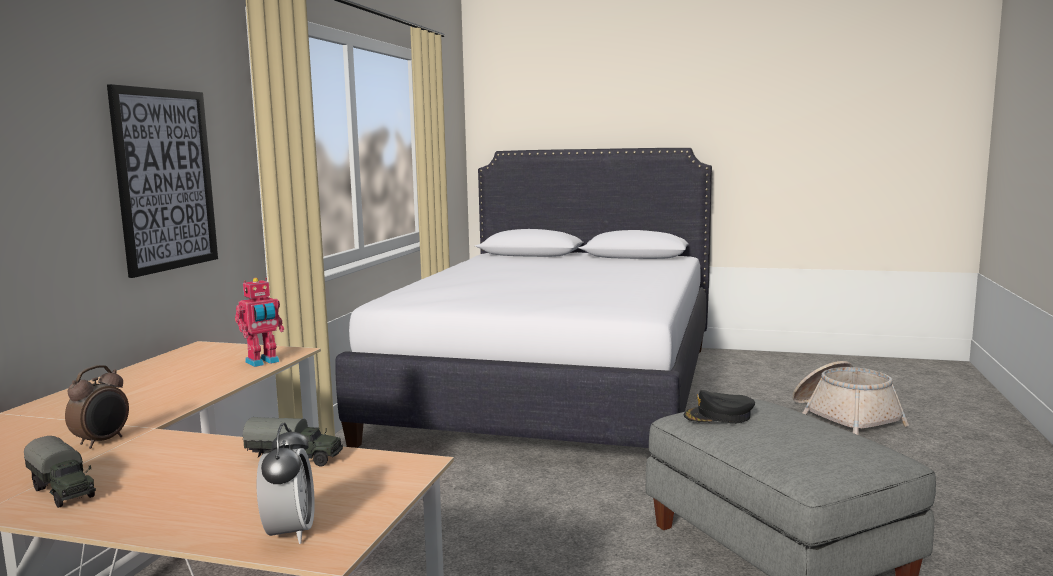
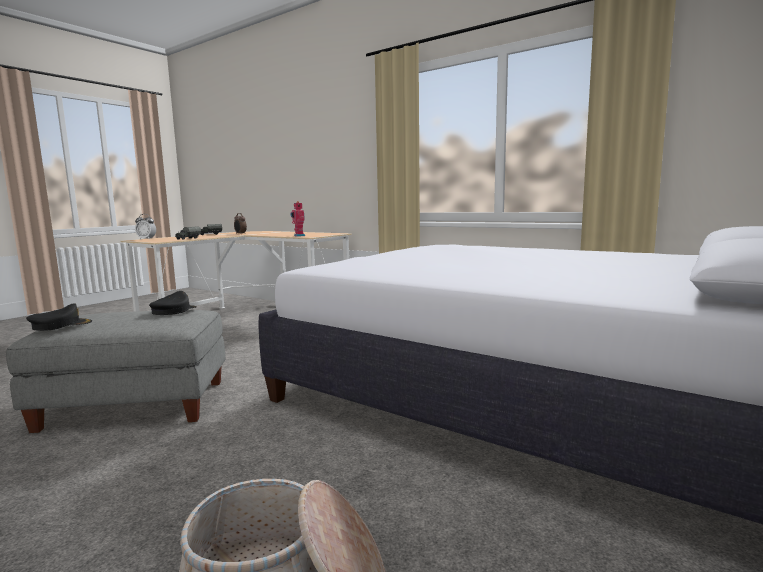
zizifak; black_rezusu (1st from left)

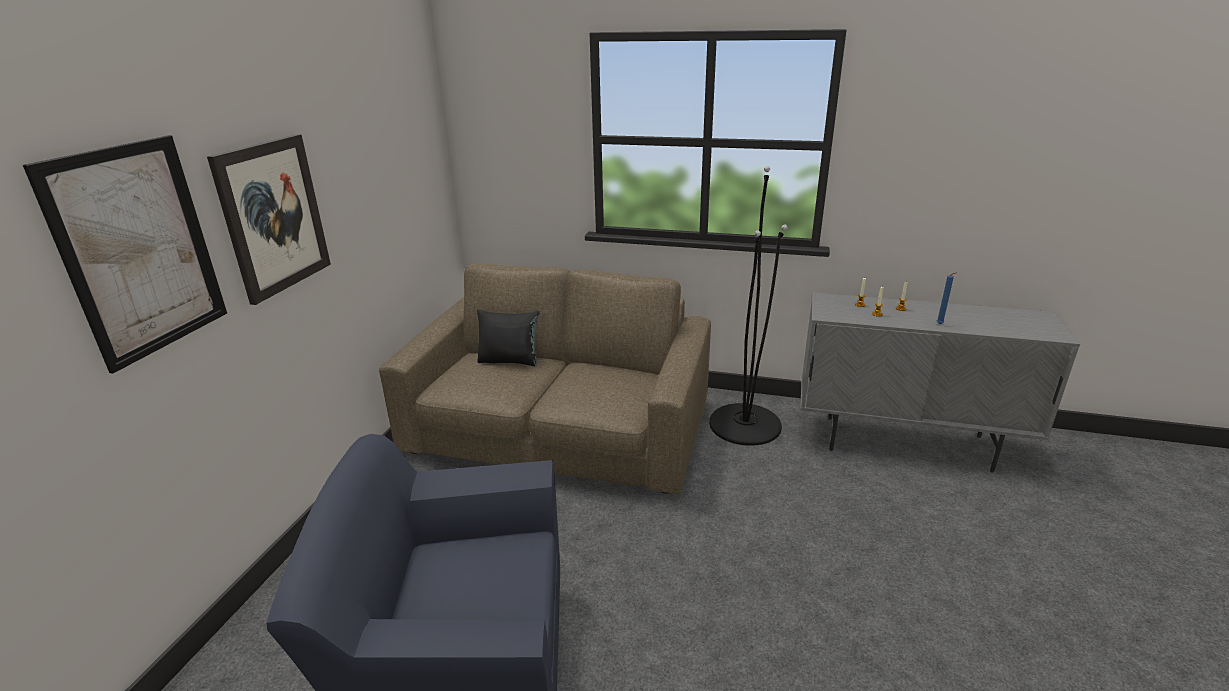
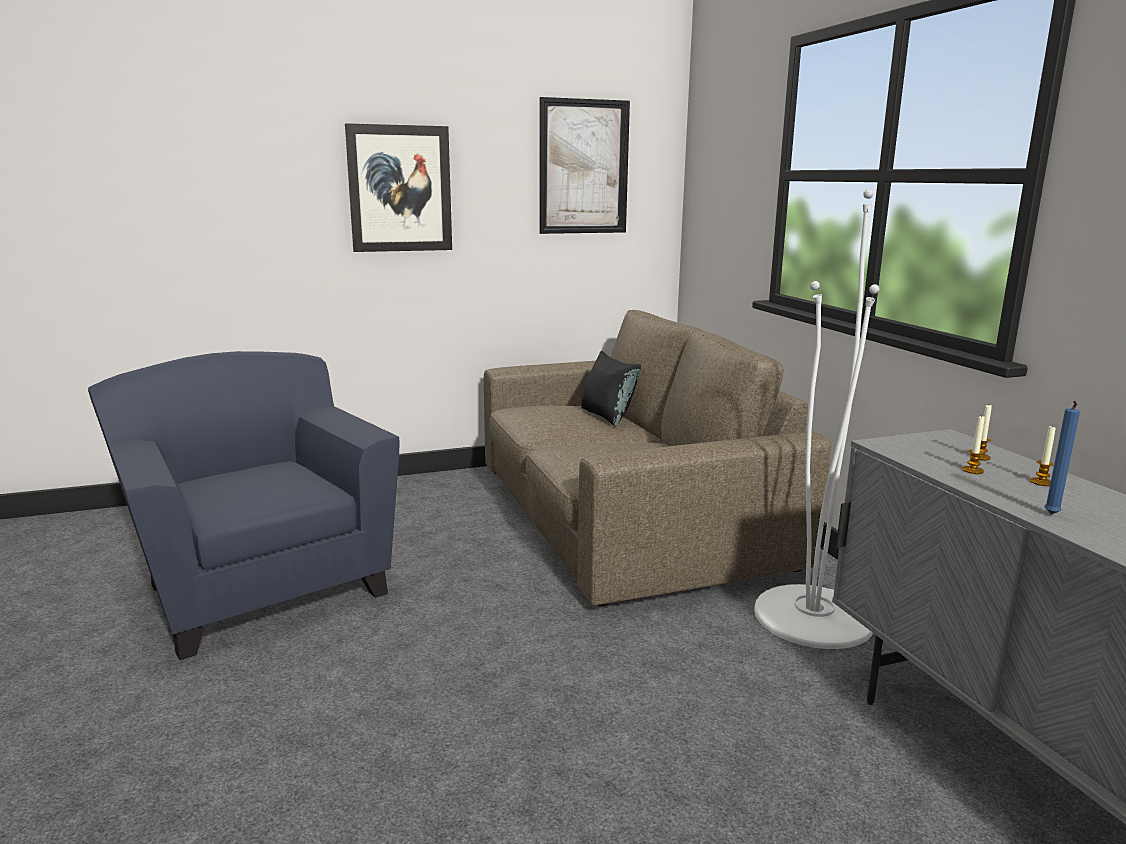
zizifak (2nd from left); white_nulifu

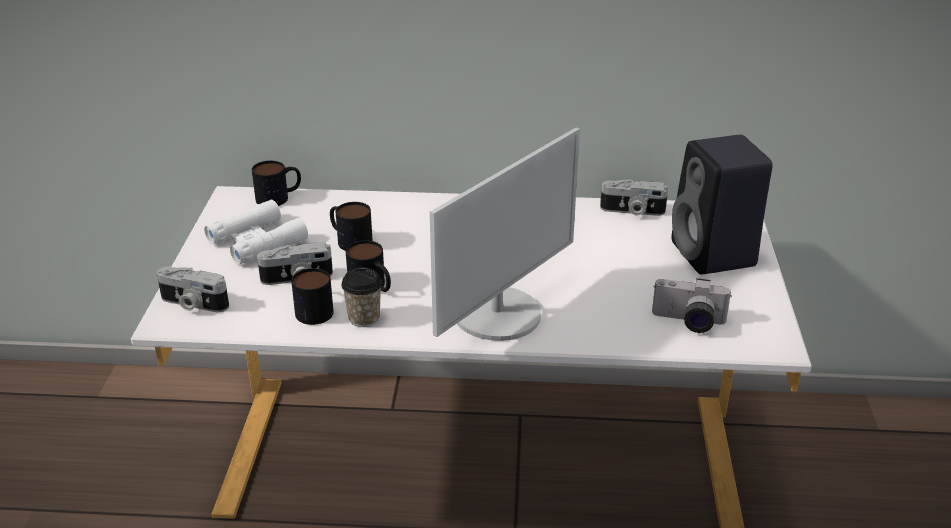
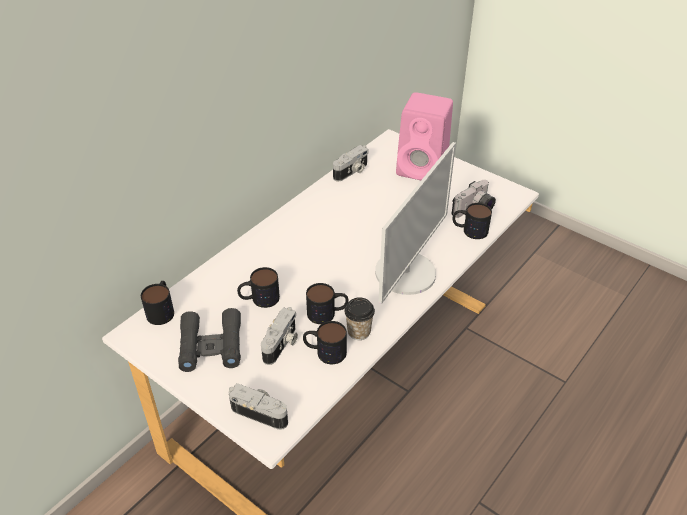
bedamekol (1st from left); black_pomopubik; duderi; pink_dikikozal; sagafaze (5th from left)

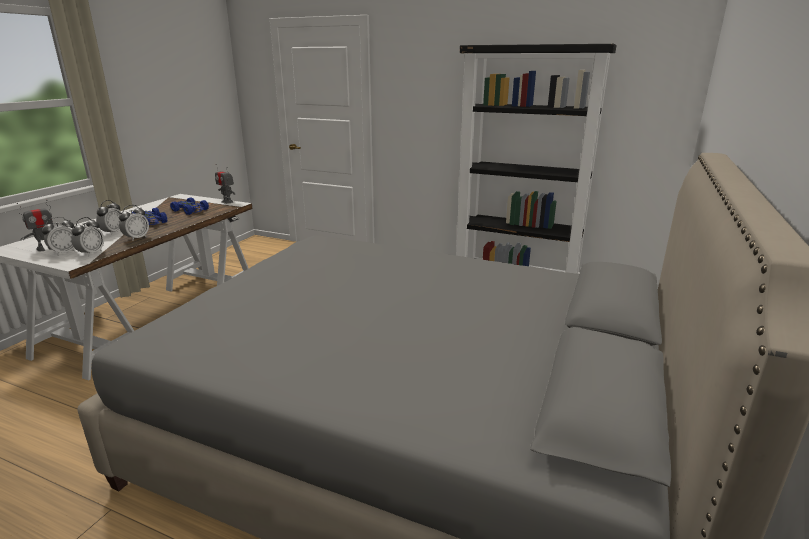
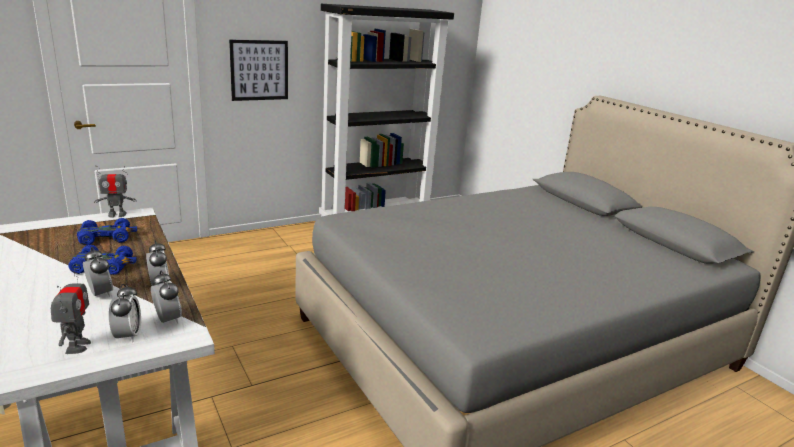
zizifak

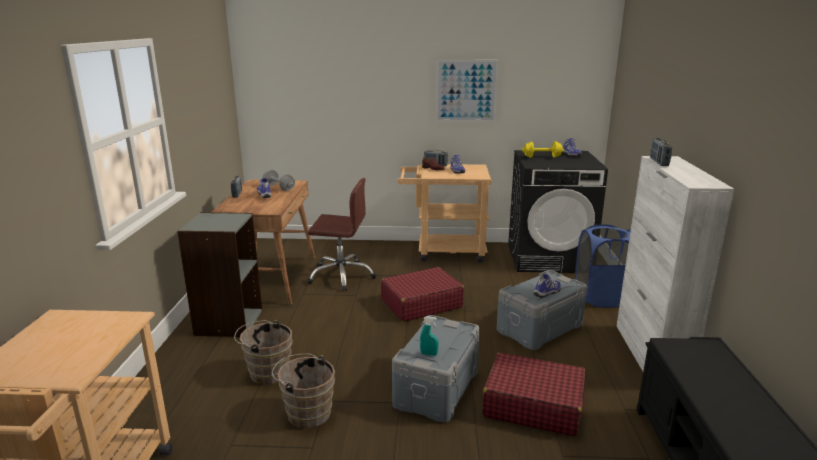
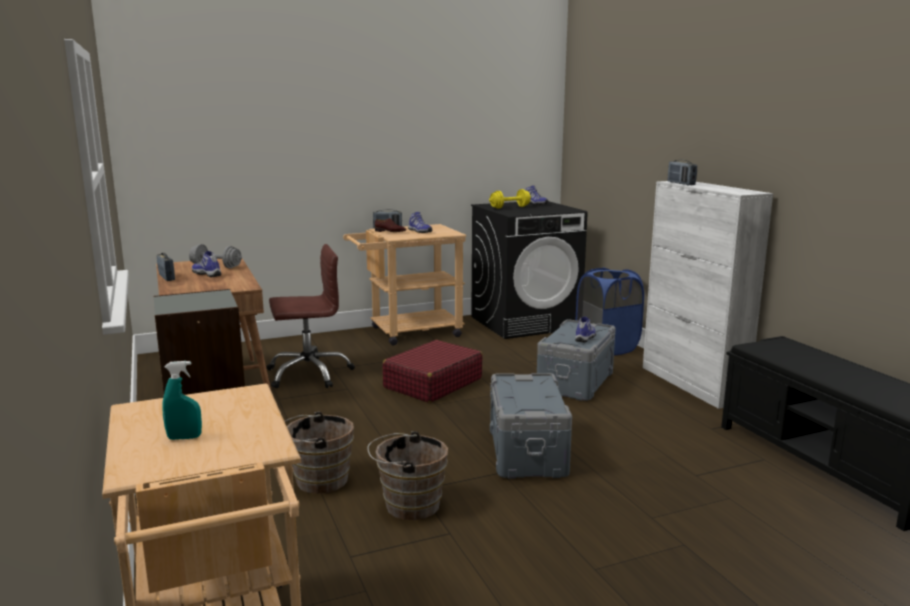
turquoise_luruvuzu; zizifak; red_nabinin (2nd from left in the first image)

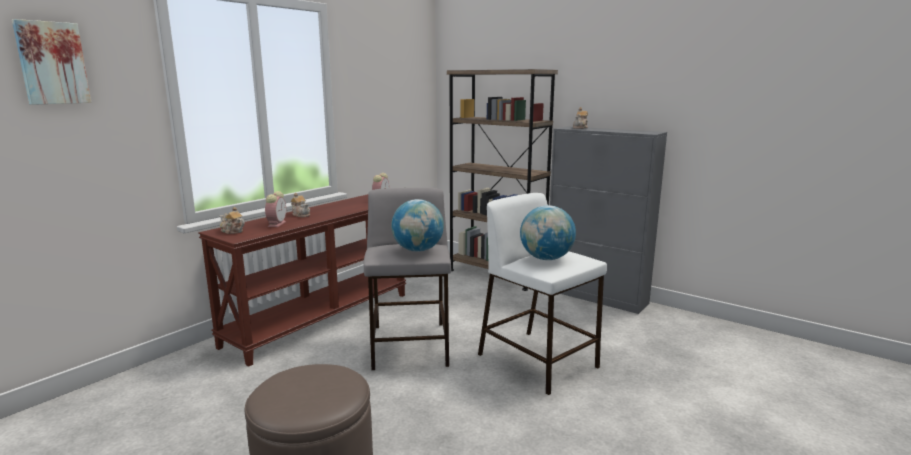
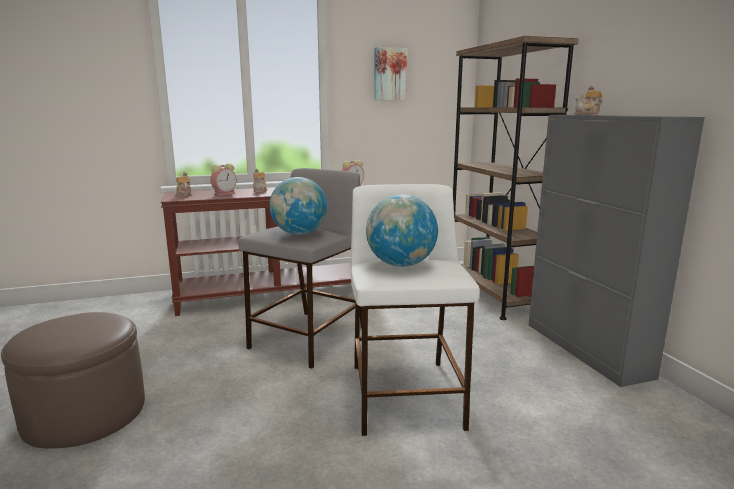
zizifak

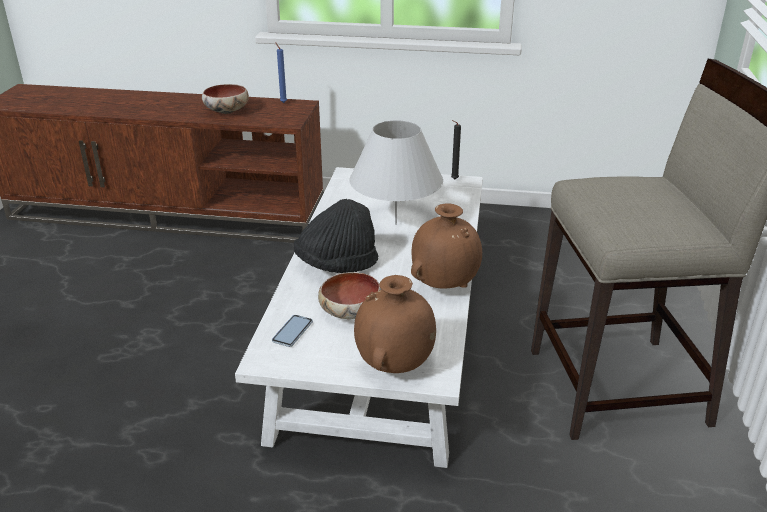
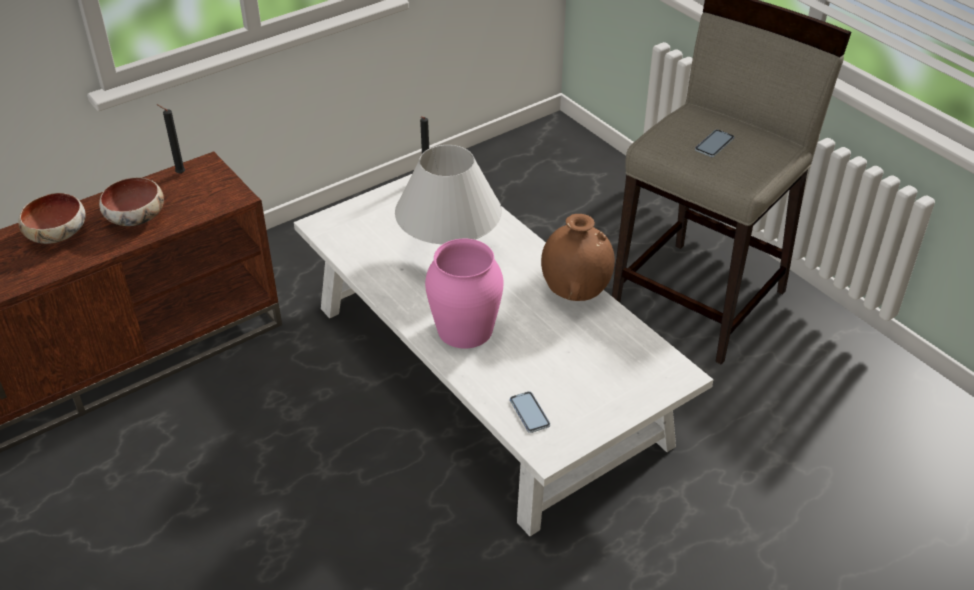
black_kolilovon (1st from left); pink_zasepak; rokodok (1st from left); brown_zasepak (1st from left in the first image); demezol (2nd from left)

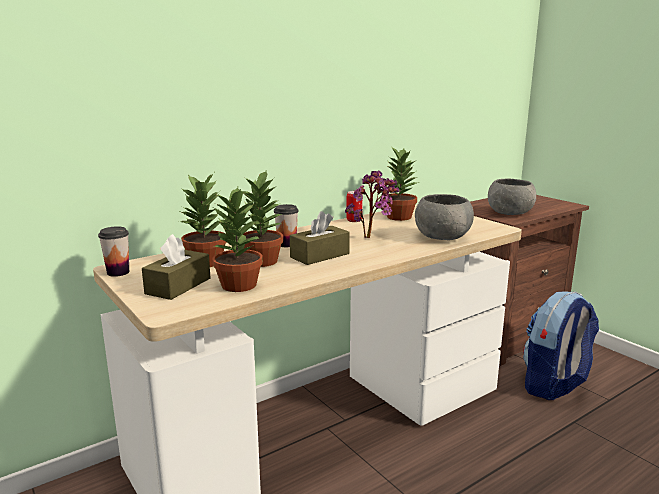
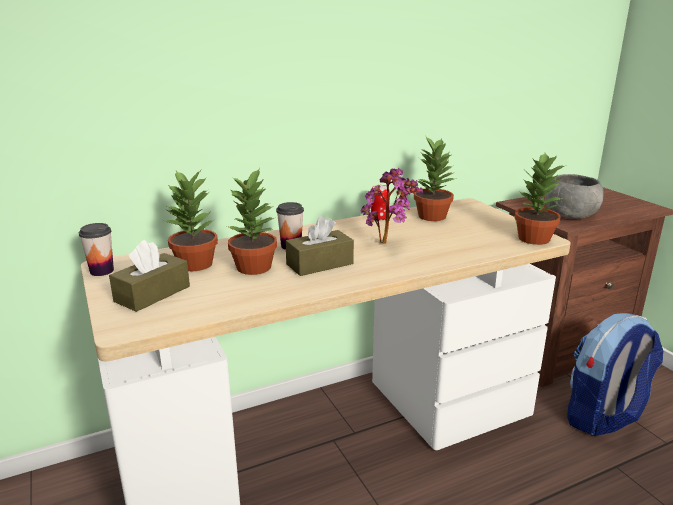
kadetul (5th from left); grey_rokodok (1st from left in the first image)

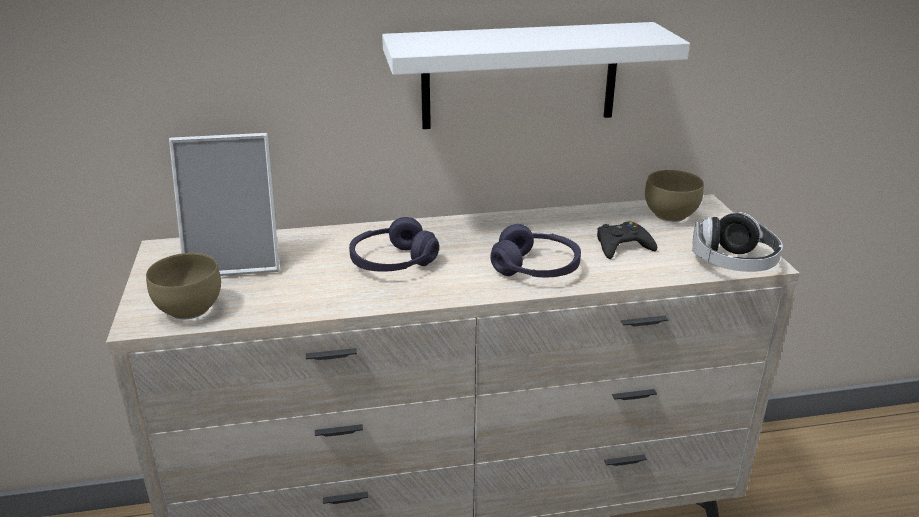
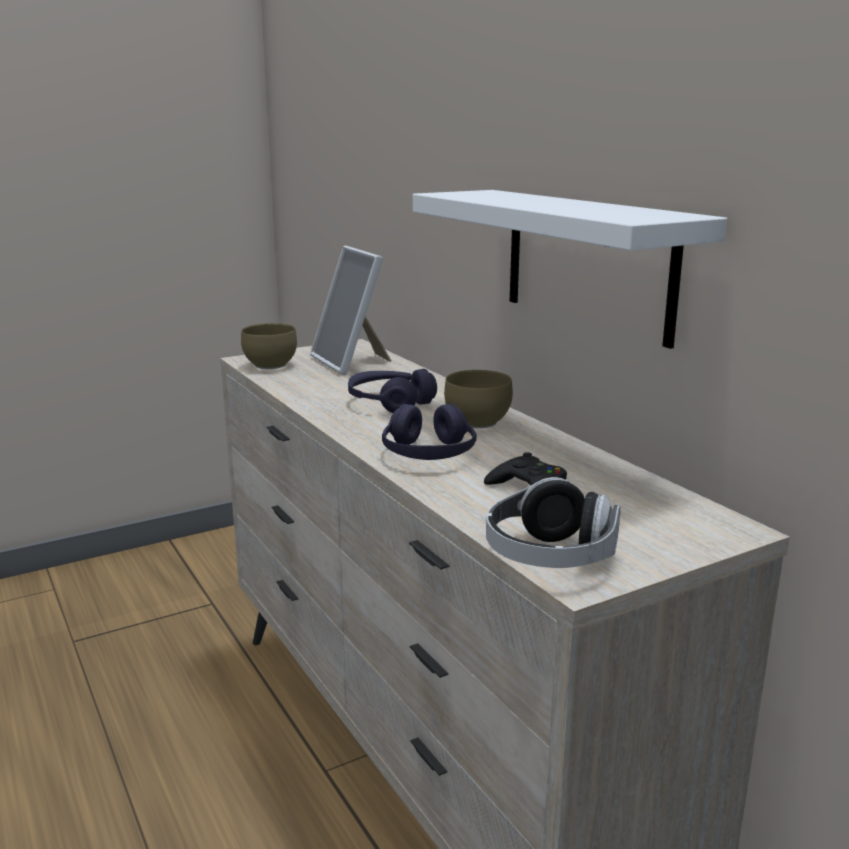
brown_rokodok (2nd from left)

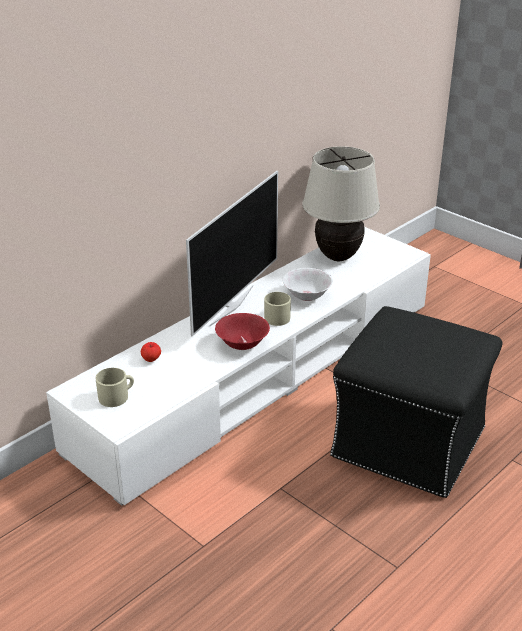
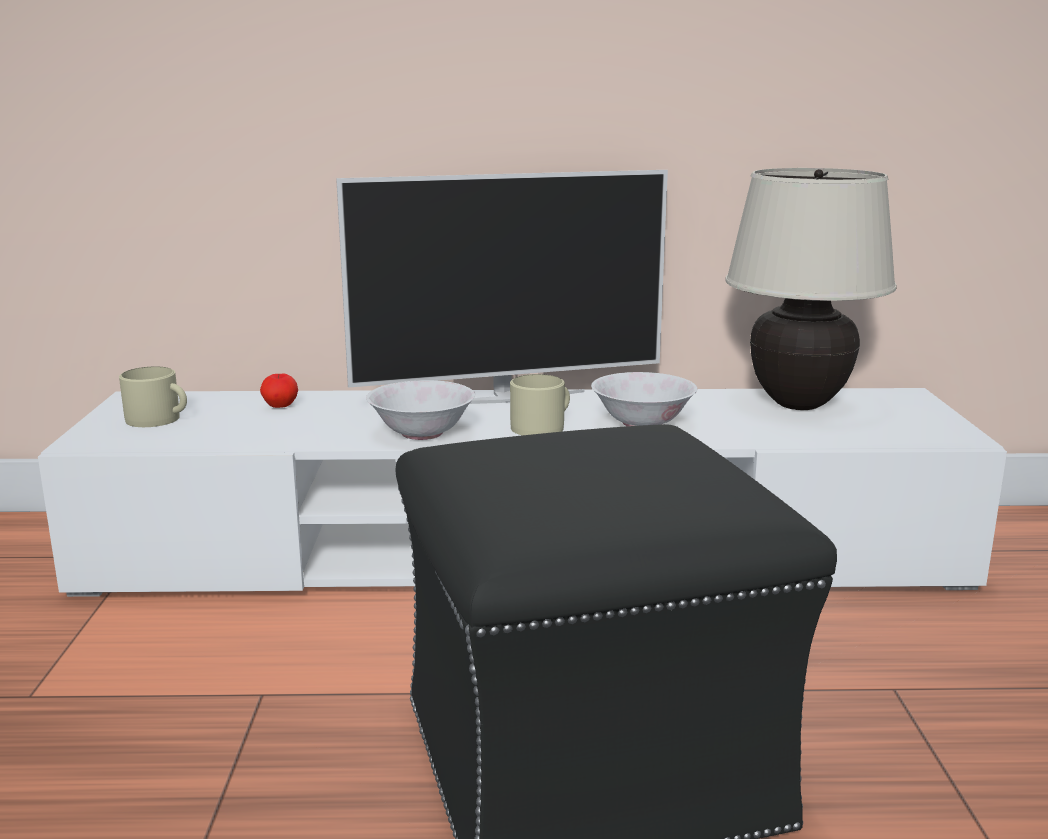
white_rokodok (1st from left)

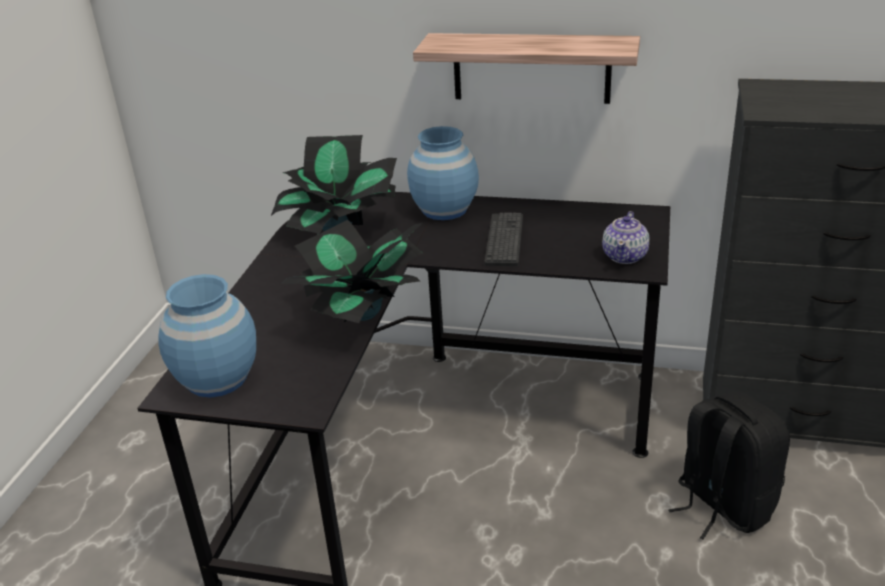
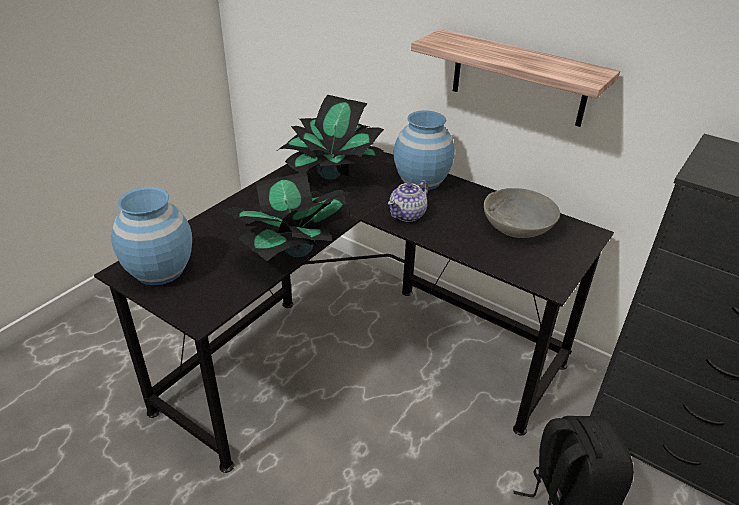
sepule; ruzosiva; grey_rokodok

